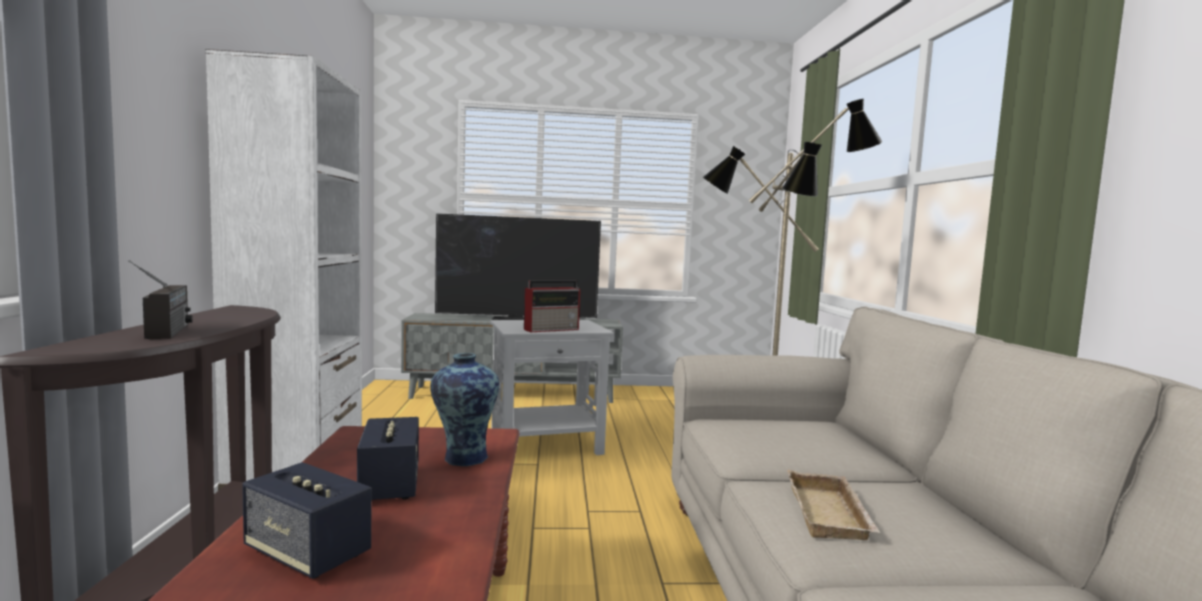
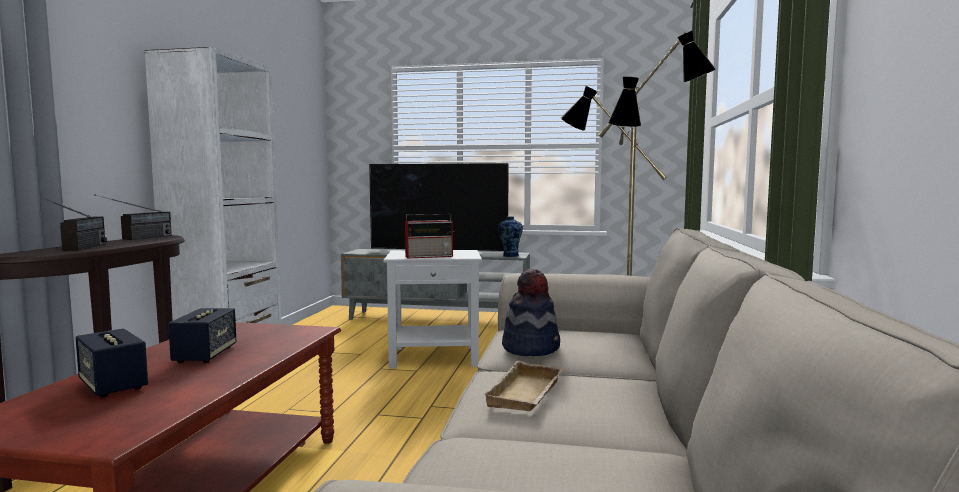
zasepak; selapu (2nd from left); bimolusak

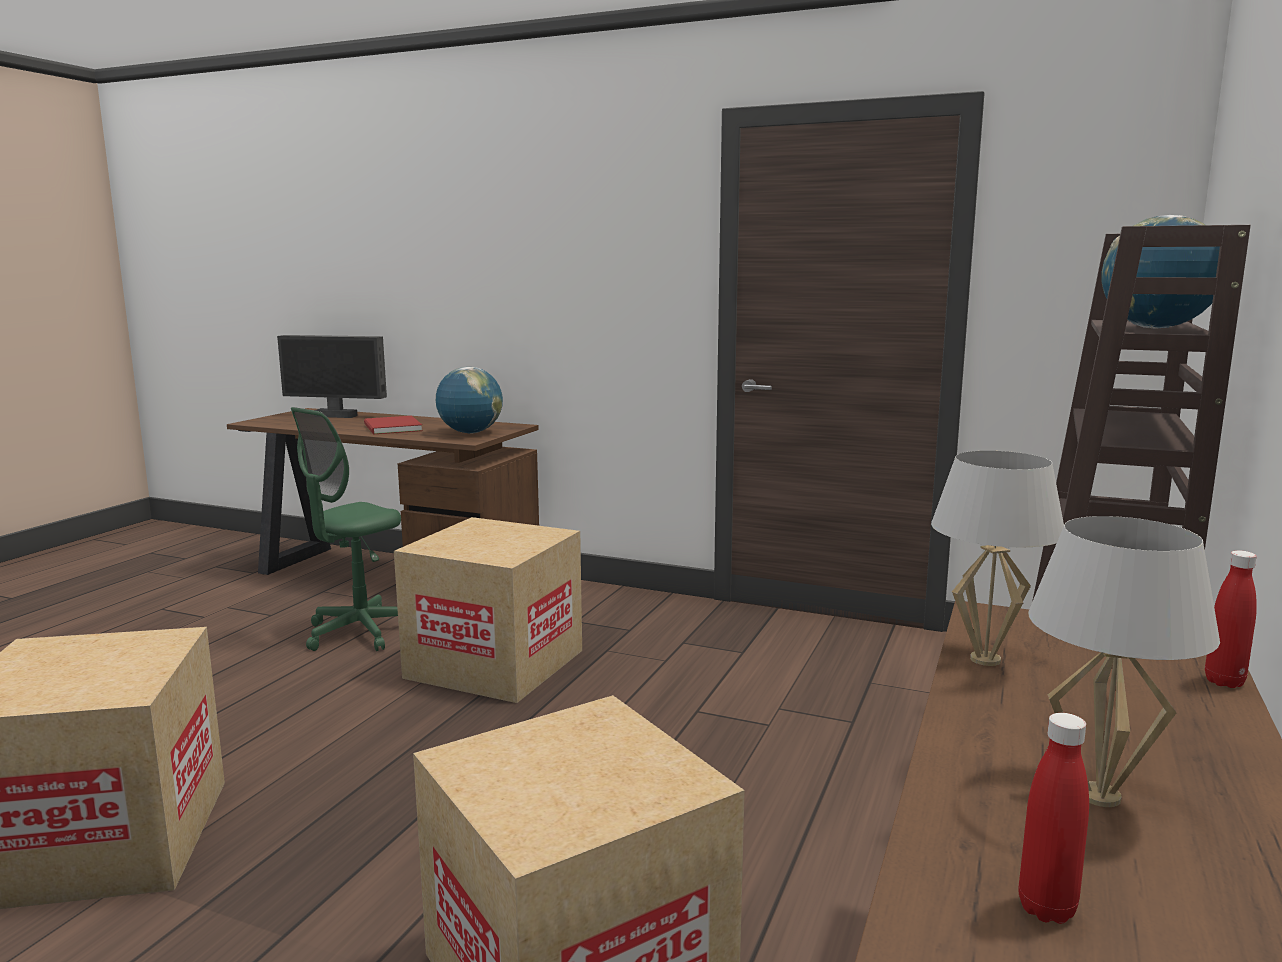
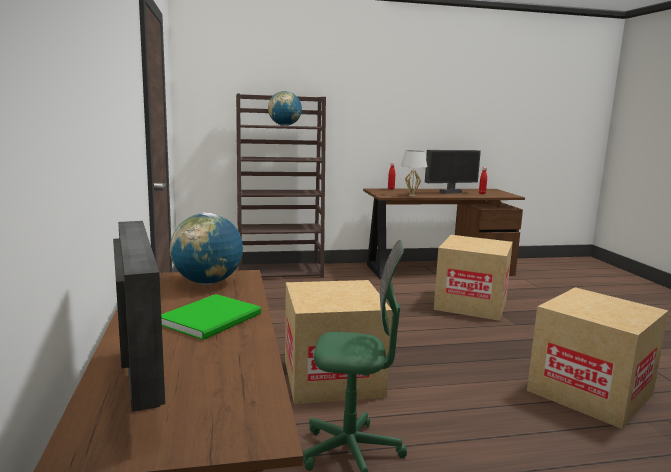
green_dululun; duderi (2nd from left)

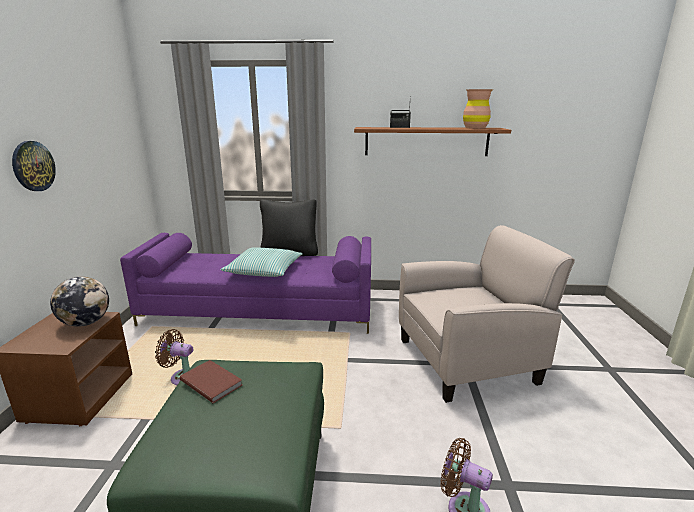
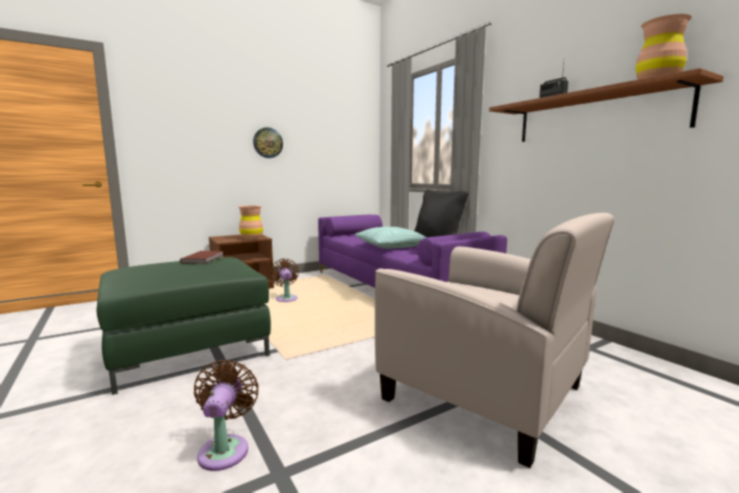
brown_zasepak (1st from left)

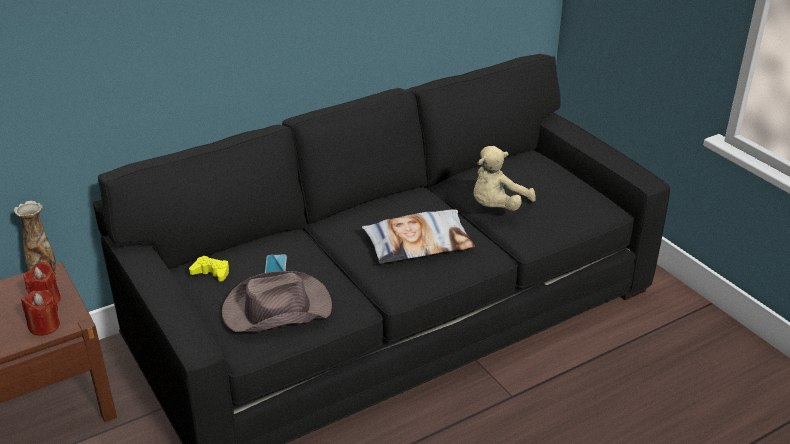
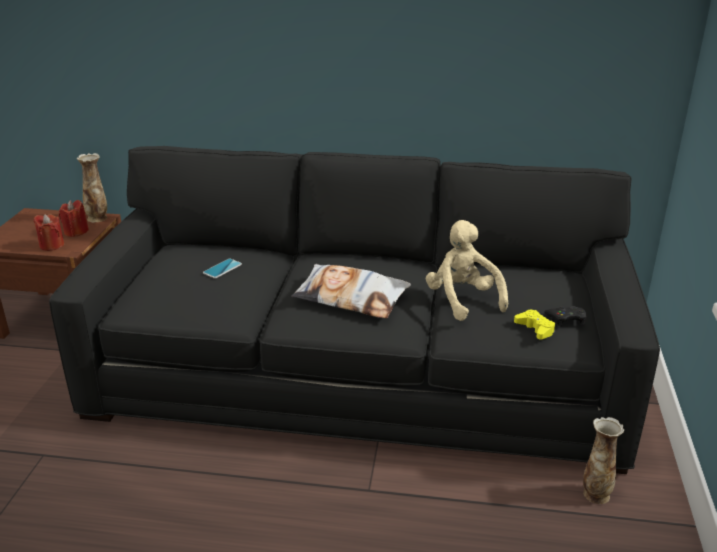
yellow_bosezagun; brown_bimolusak; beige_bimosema; black_bosezagun; zasepak (2nd from left)

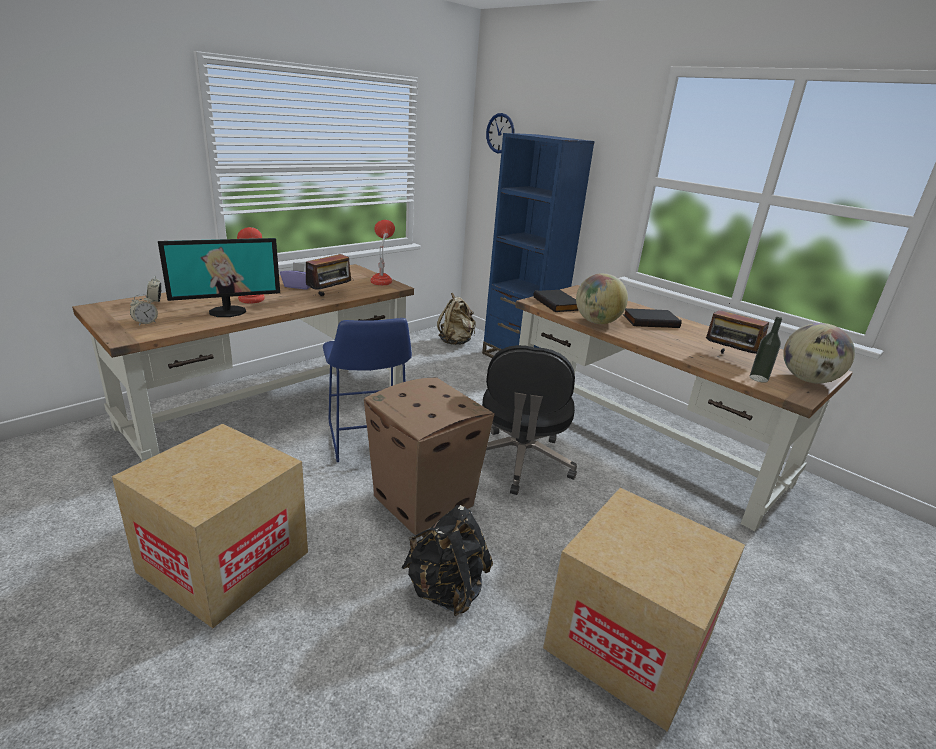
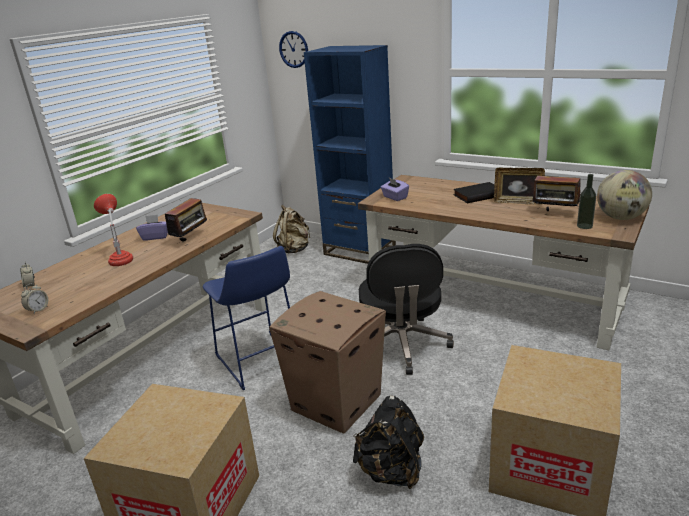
duderi; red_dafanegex (2nd from left in the first image); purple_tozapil (2nd from left); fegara (1st from left in the first image); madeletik

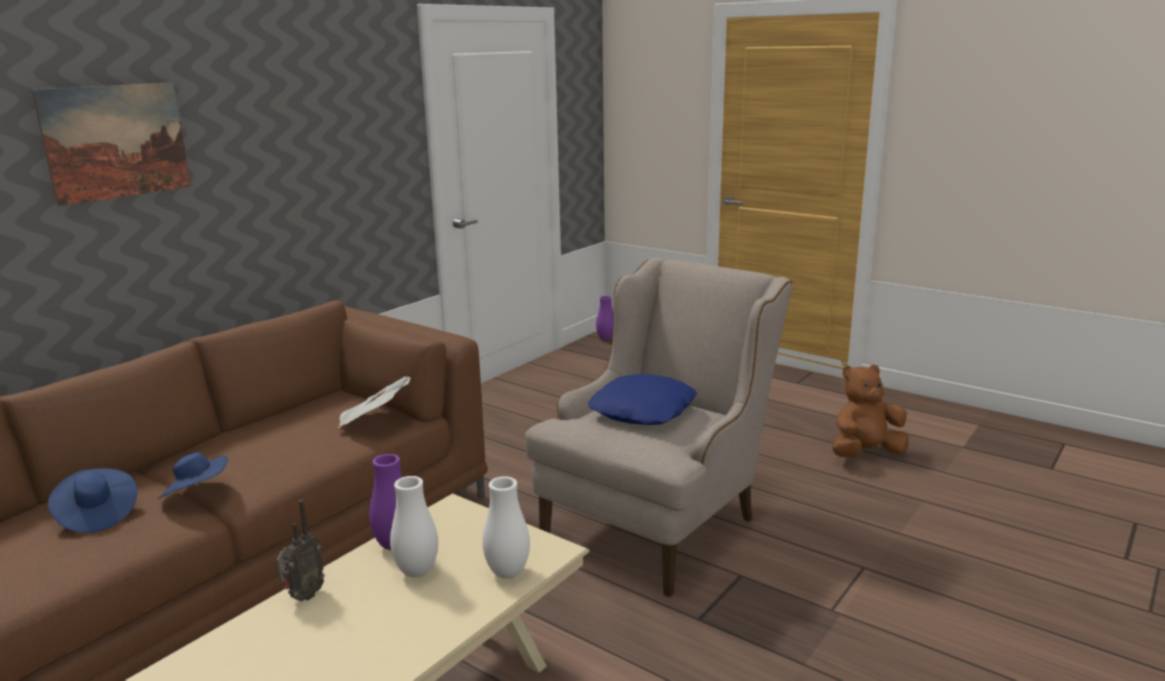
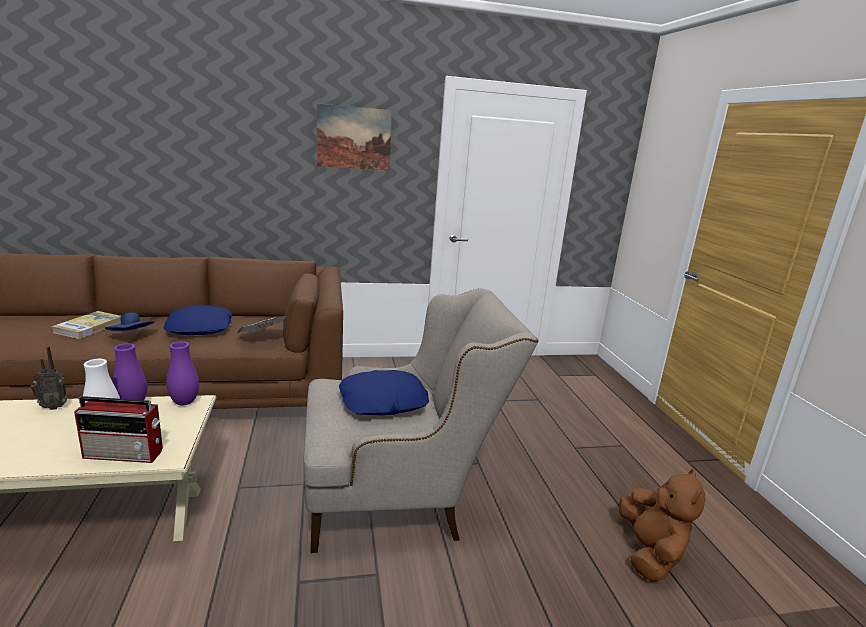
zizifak; dululun; selapu (2nd from left); purple_zasepak (2nd from left); brown_bimosema; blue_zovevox (1st from left)

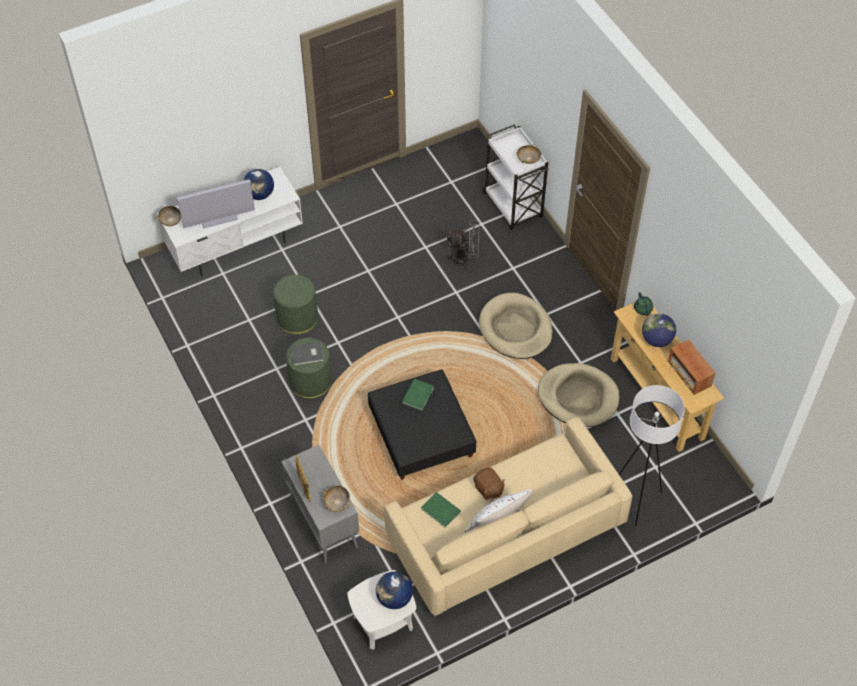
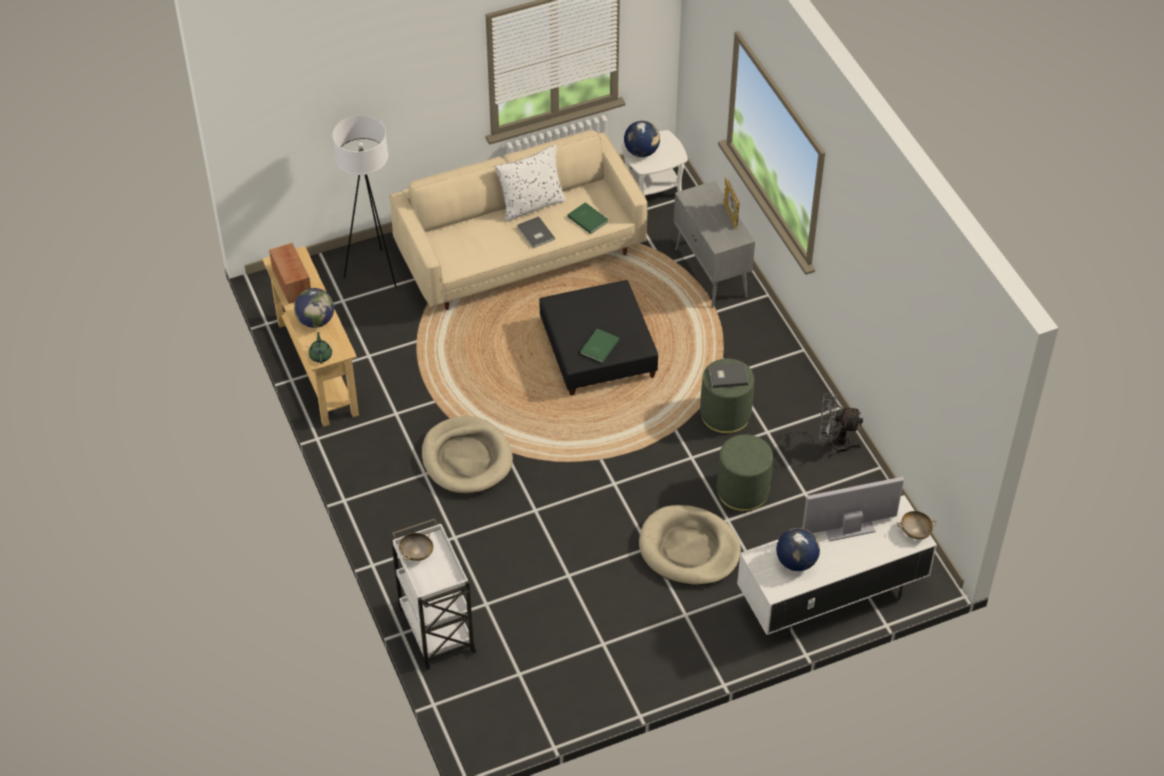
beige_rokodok (2nd from left in the first image); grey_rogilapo; grey_dululun (1st from left); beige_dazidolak (2nd from left)

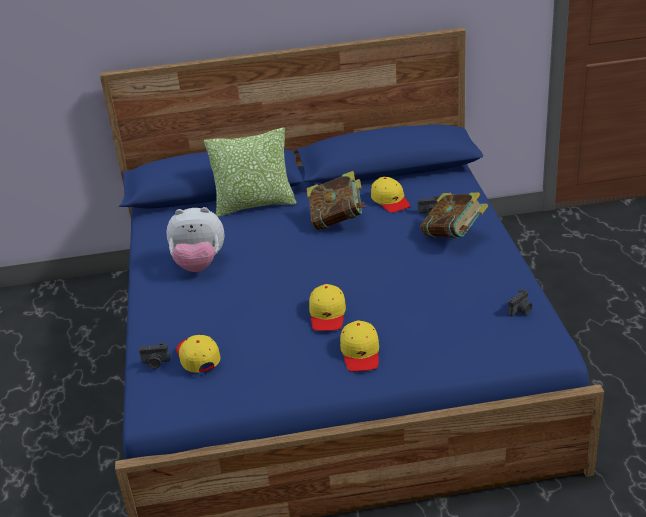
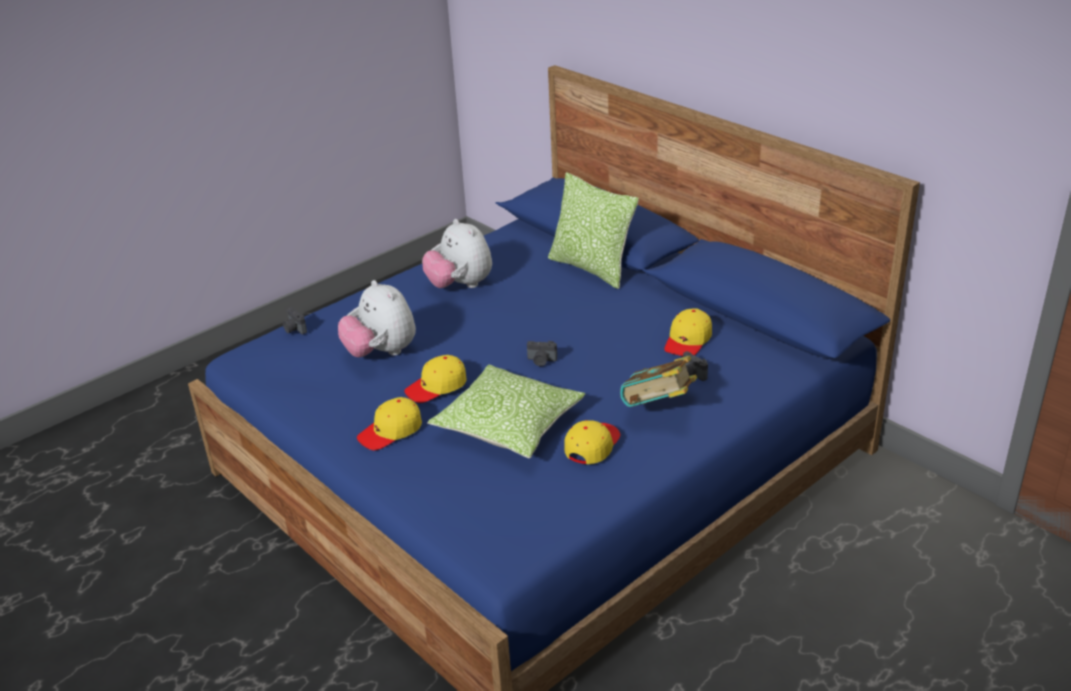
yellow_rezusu (3rd from left); dululun (1st from left in the first image); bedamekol (2nd from left); bimosema (1st from left); zovevox (1st from left)

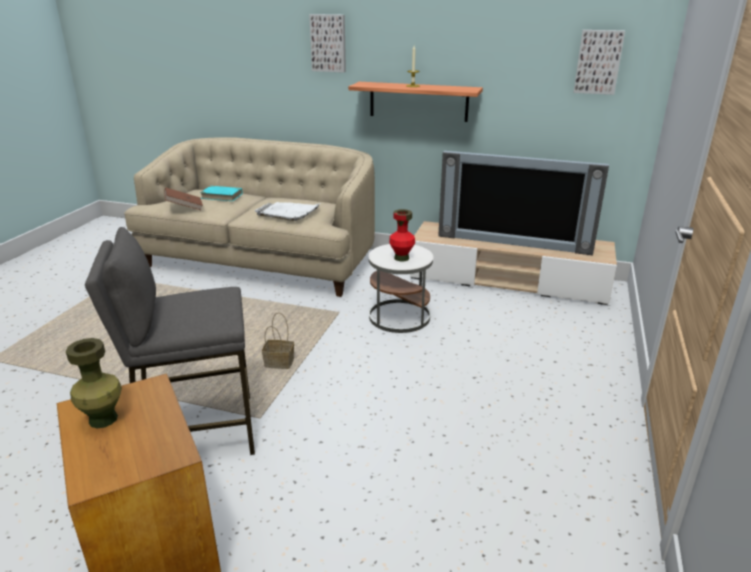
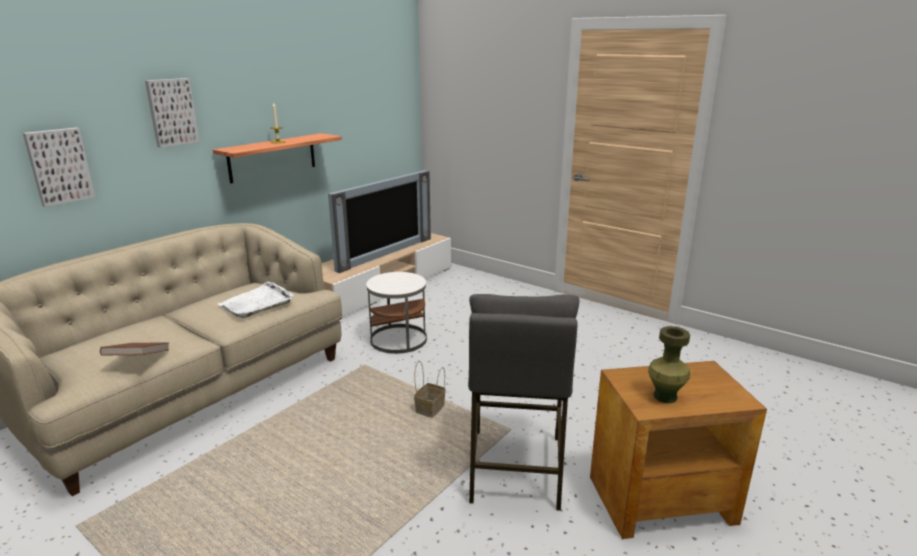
turquoise_dululun; red_zasepak; zizifak (1st from left)

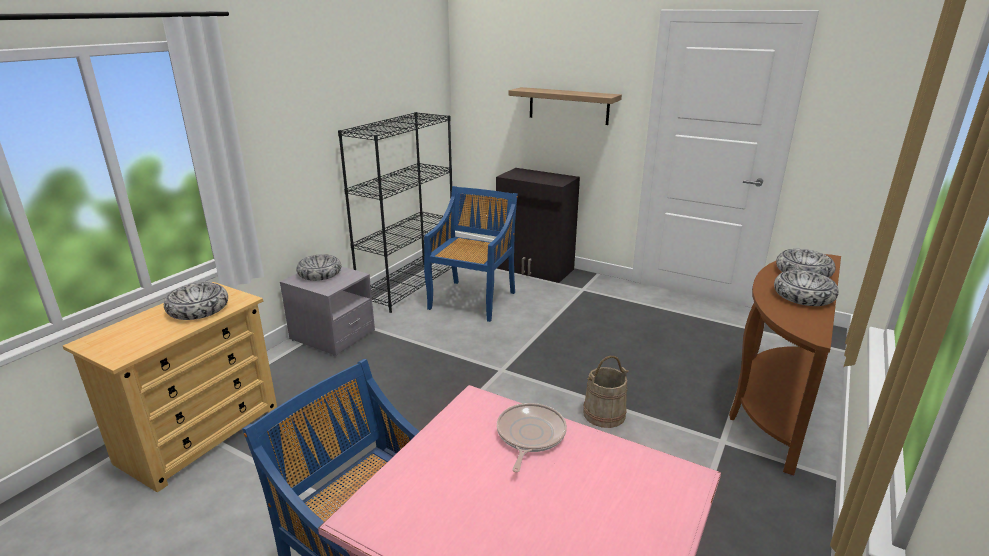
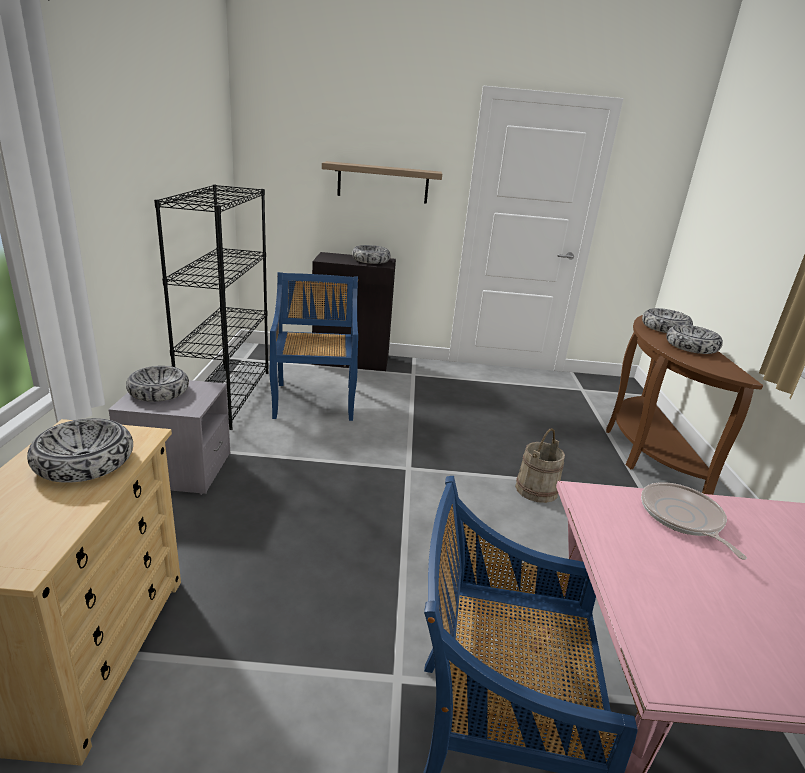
rokodok (3rd from left)

